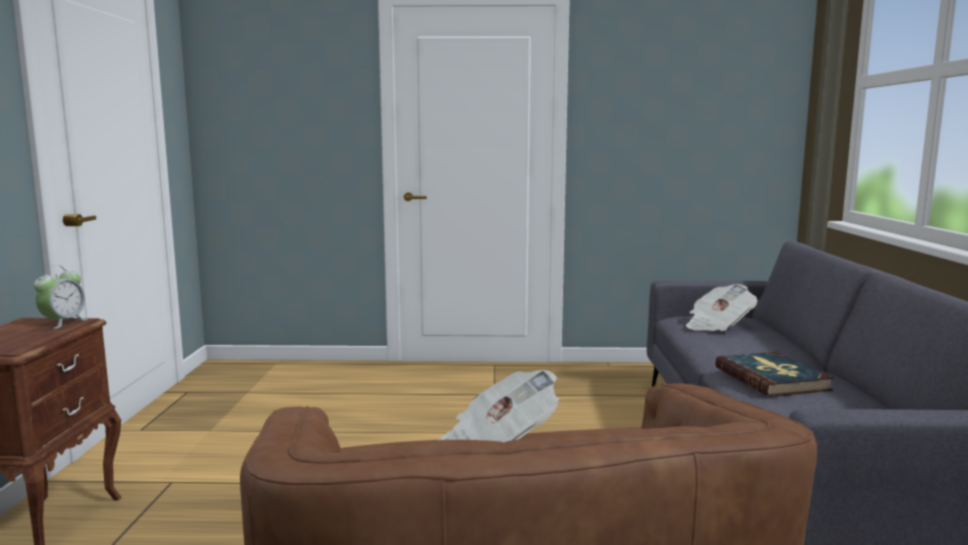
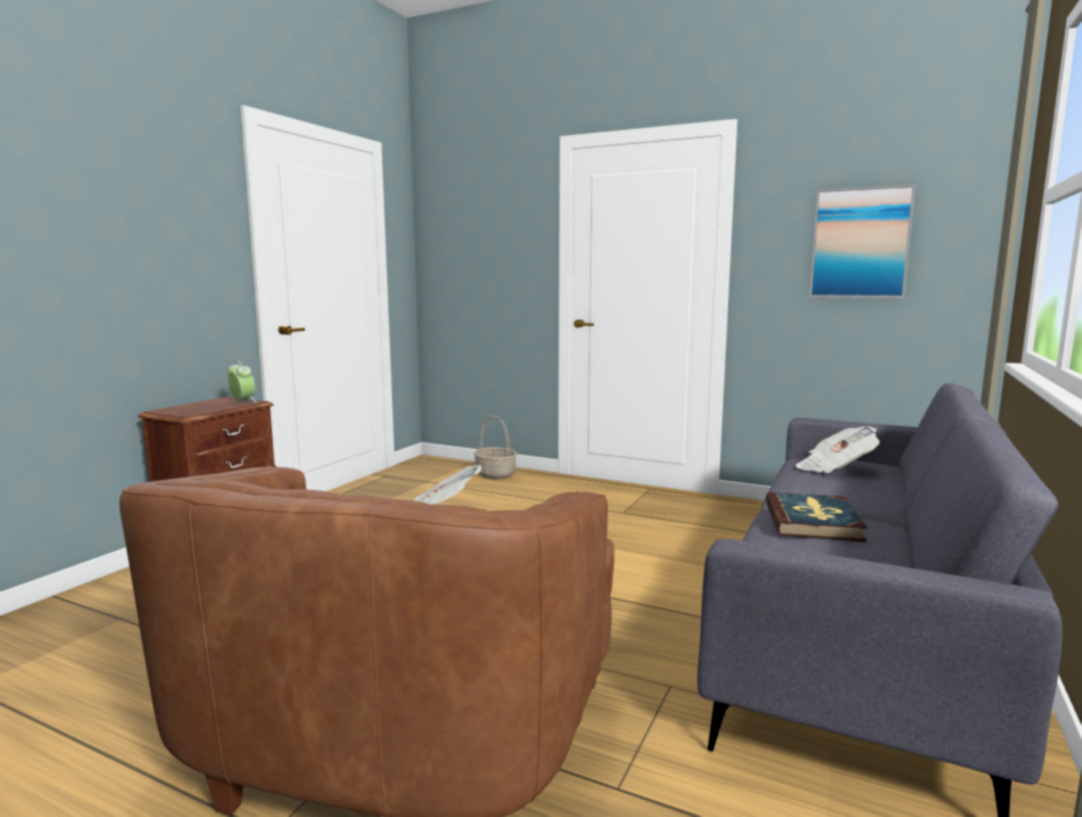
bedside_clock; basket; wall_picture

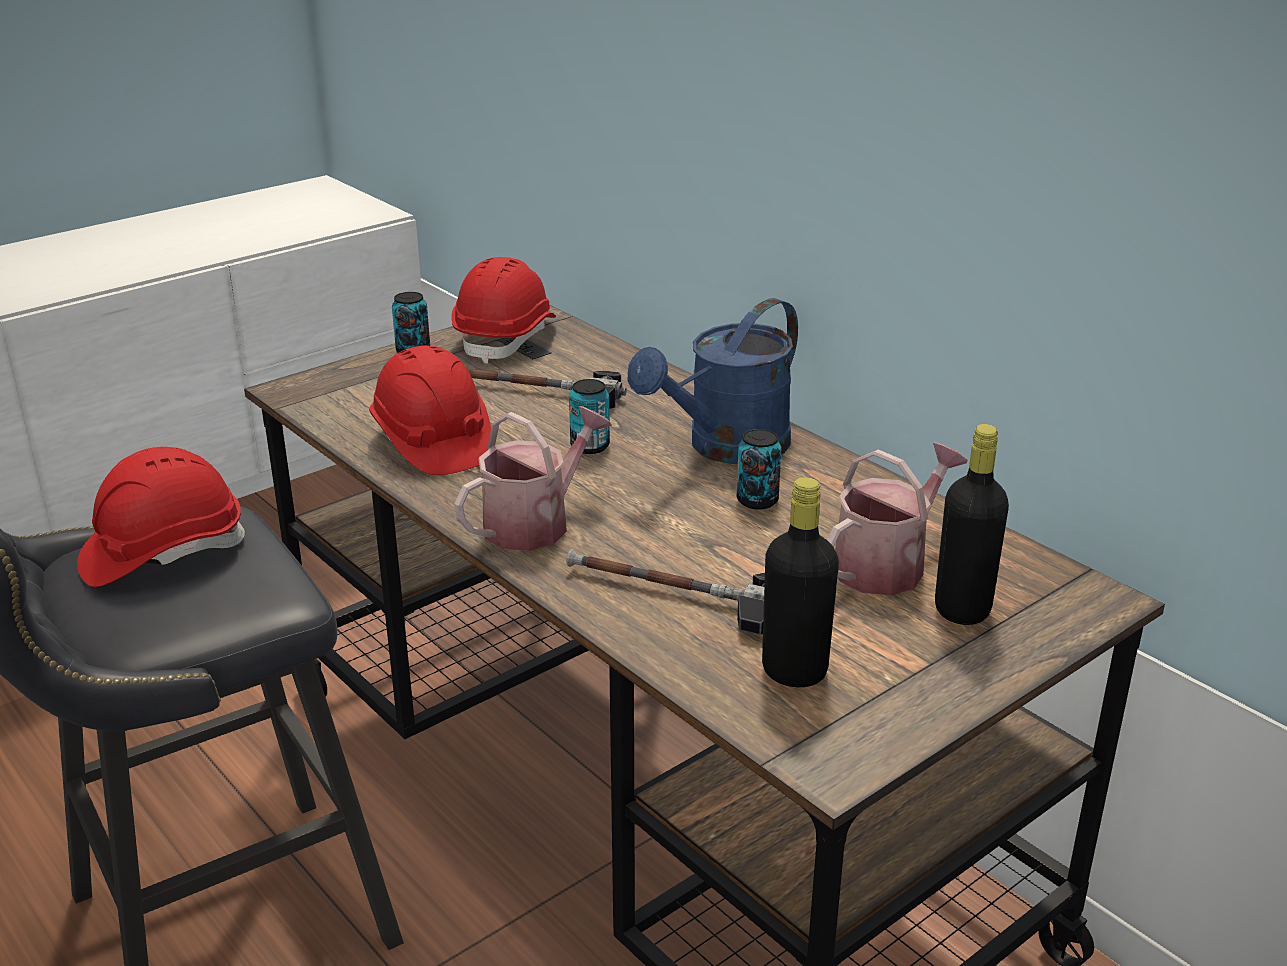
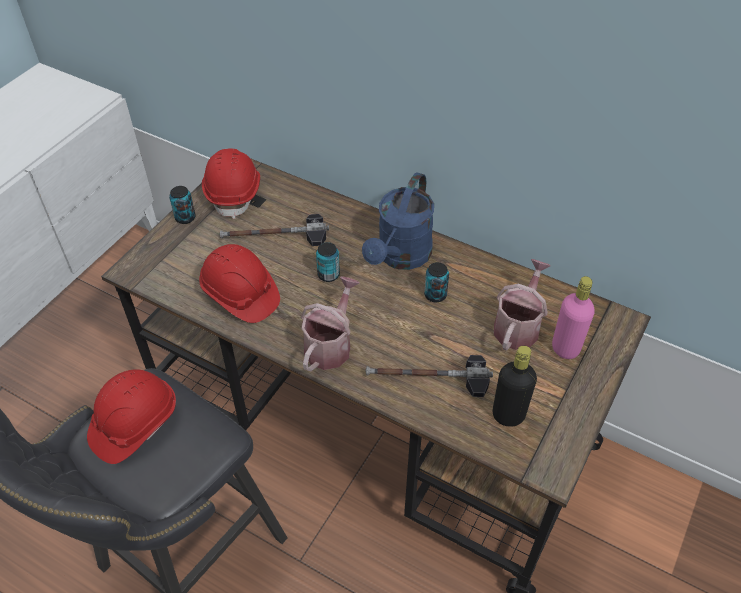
pink-coloured_drink_bottle

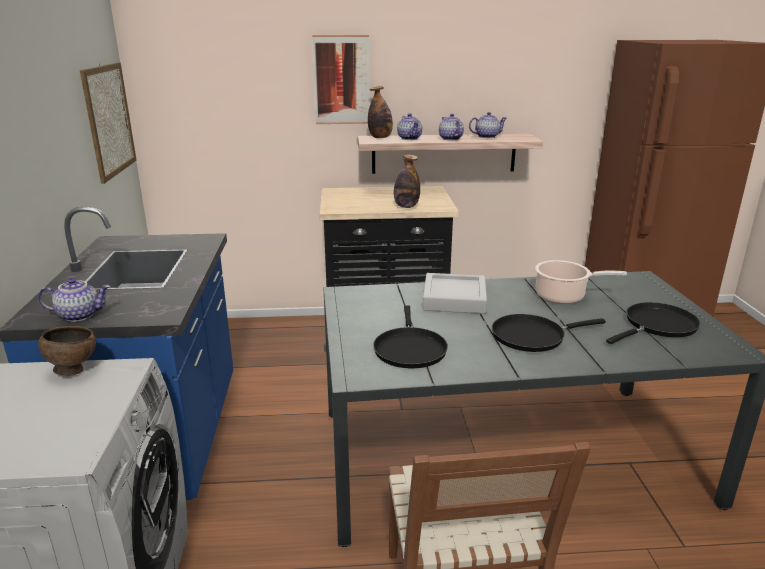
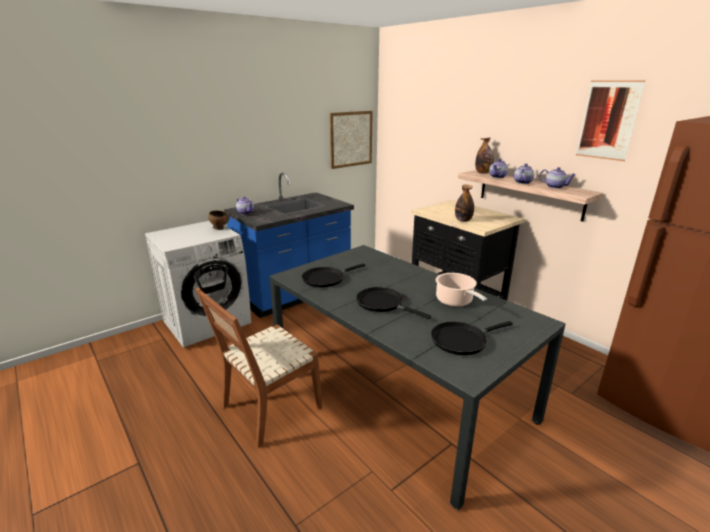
wall_picture (2nd from left); grey_tray; black-coloured_skillet (3rd from left)

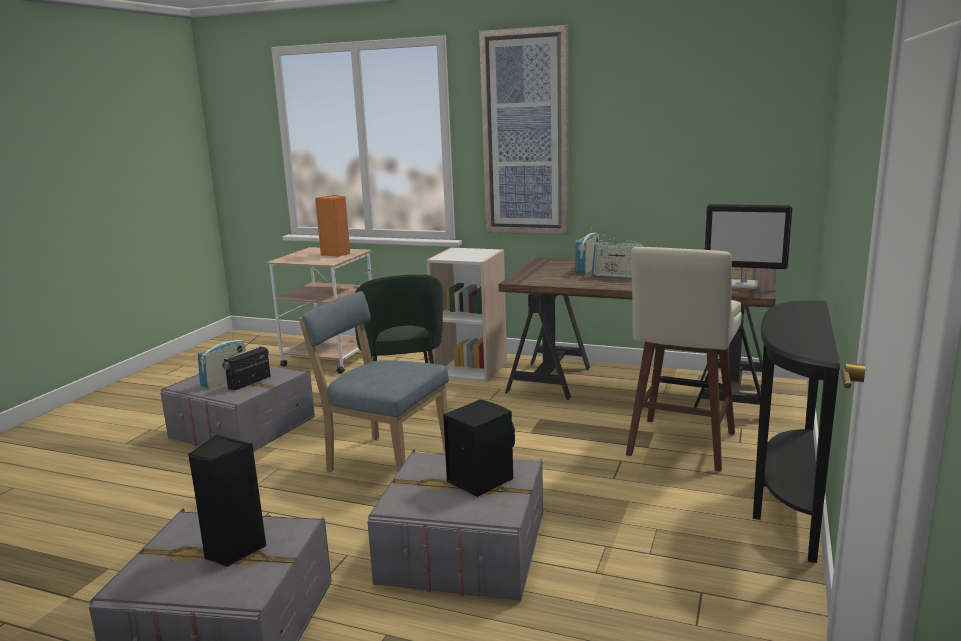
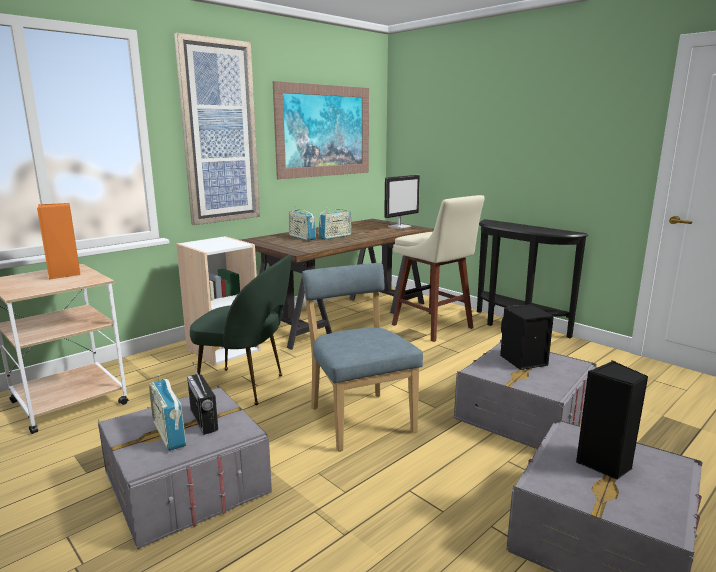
bluish_upright_chair; wall_picture (2nd from left)

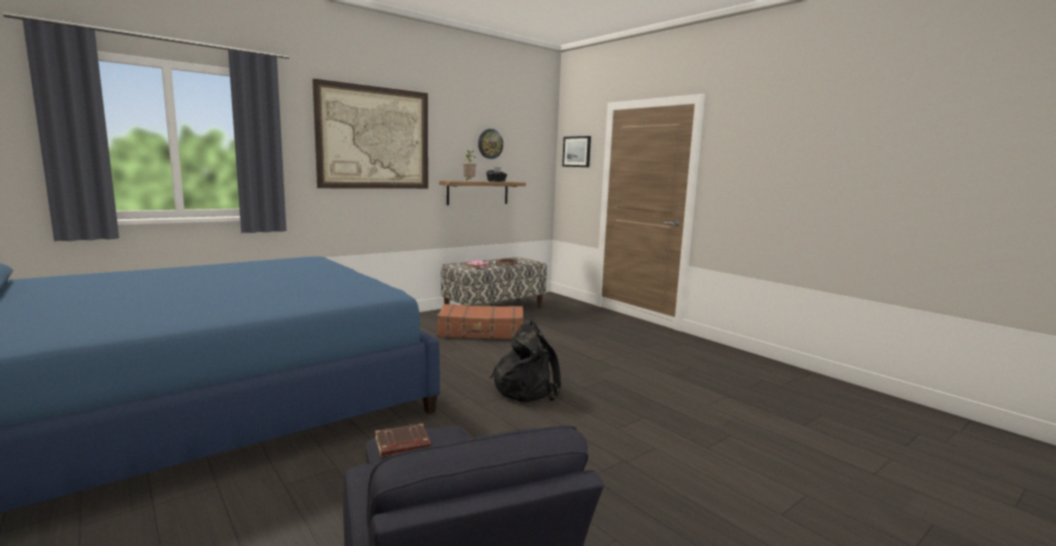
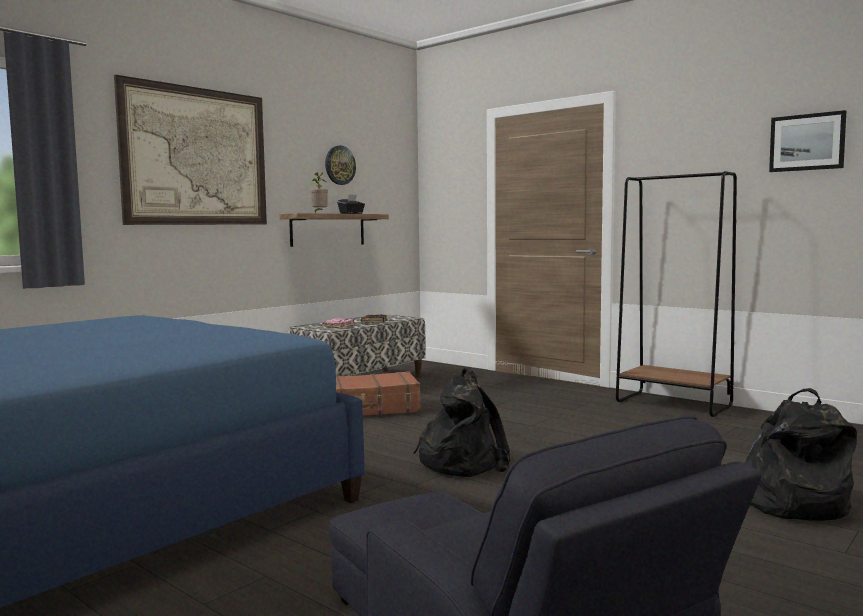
brown-coloured_book (1st from left in the first image); wall_picture (2nd from left); garment_stand; black-coloured_rucksack (2nd from left)

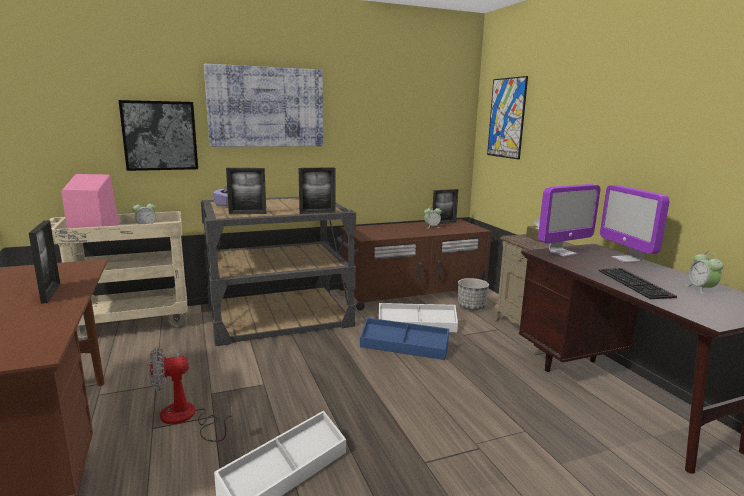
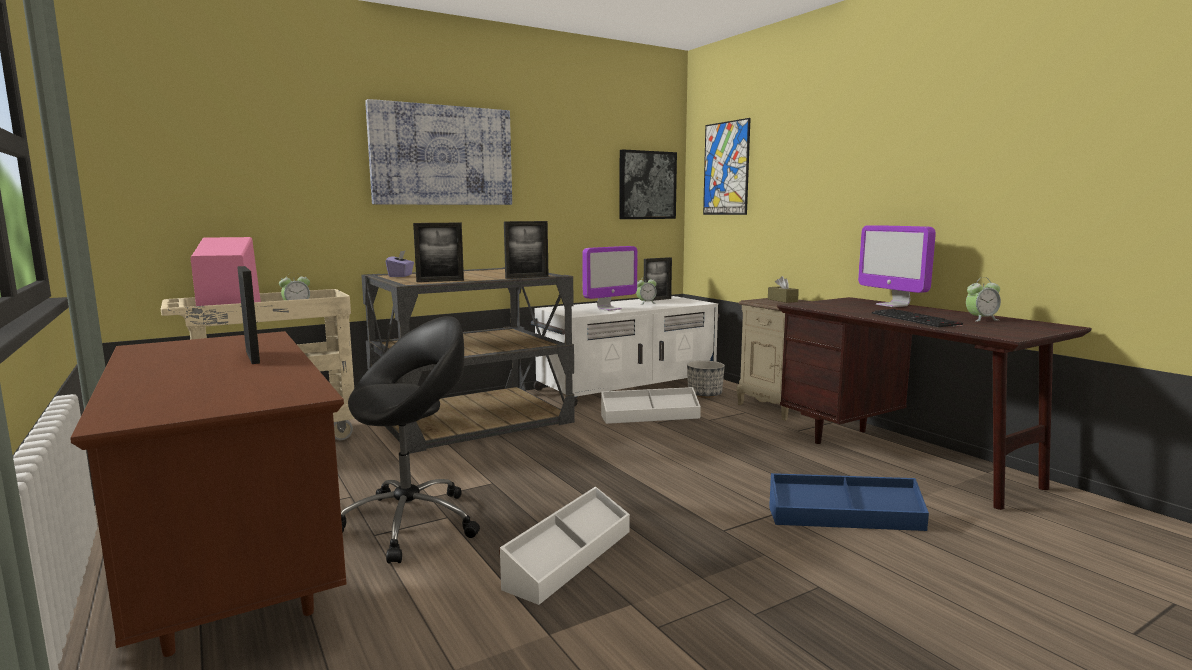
wall_picture (2nd from left); black-coloured_desk_chair; whitish_cabinet; bluish_storage_container; monitor (1st from left); bedside_clock (3rd from left)

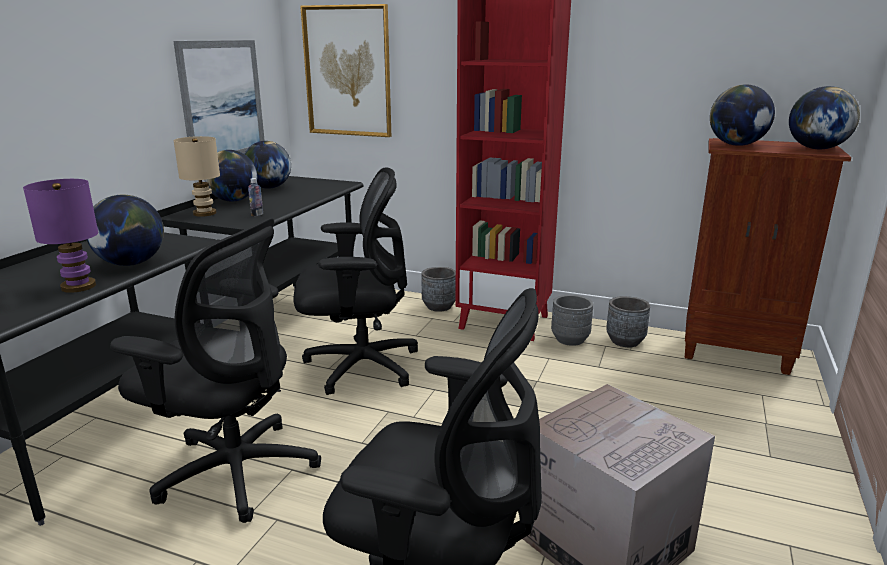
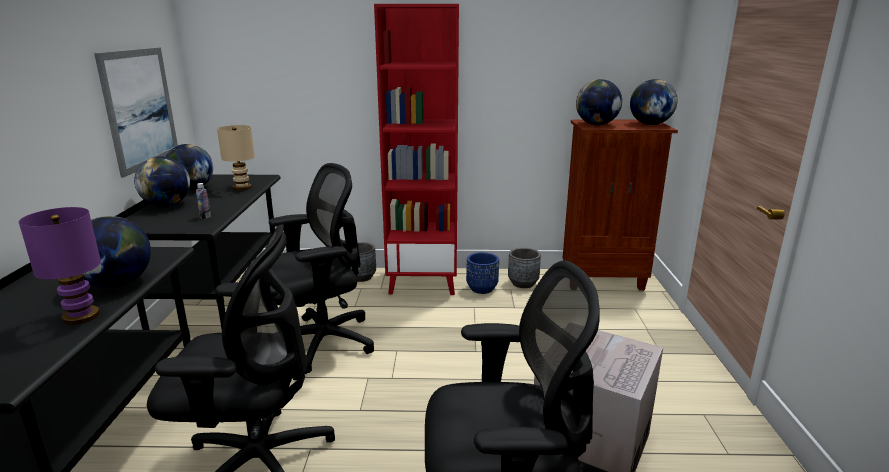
beige-coloured_tabletop_lamp; wall_picture (2nd from left in the first image); bluish_plant_pot

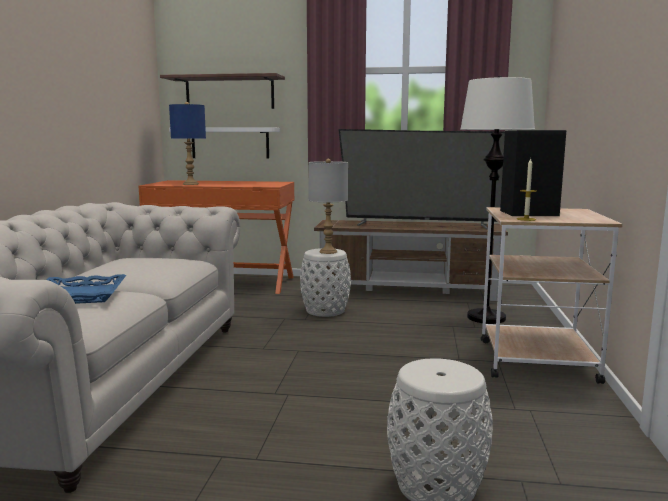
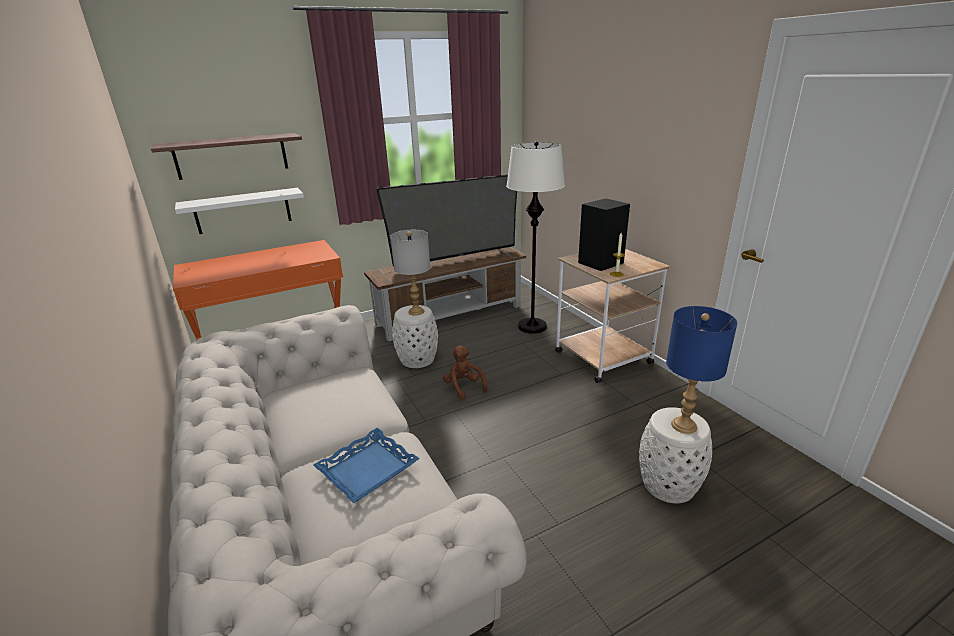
bluish_tabletop_lamp; brown-coloured_plush_toy

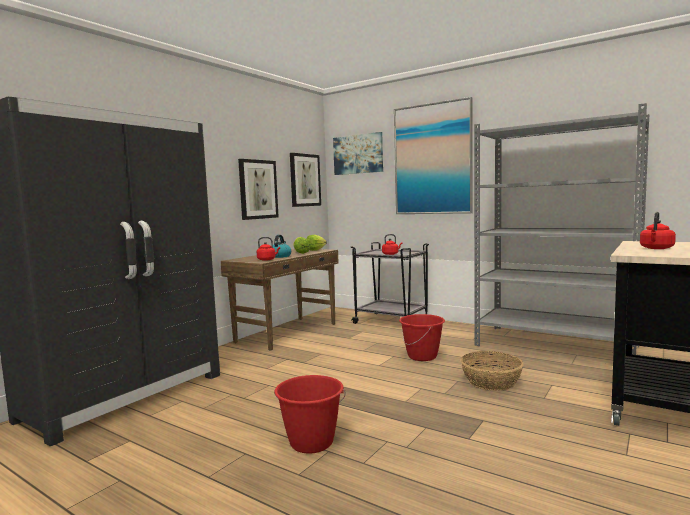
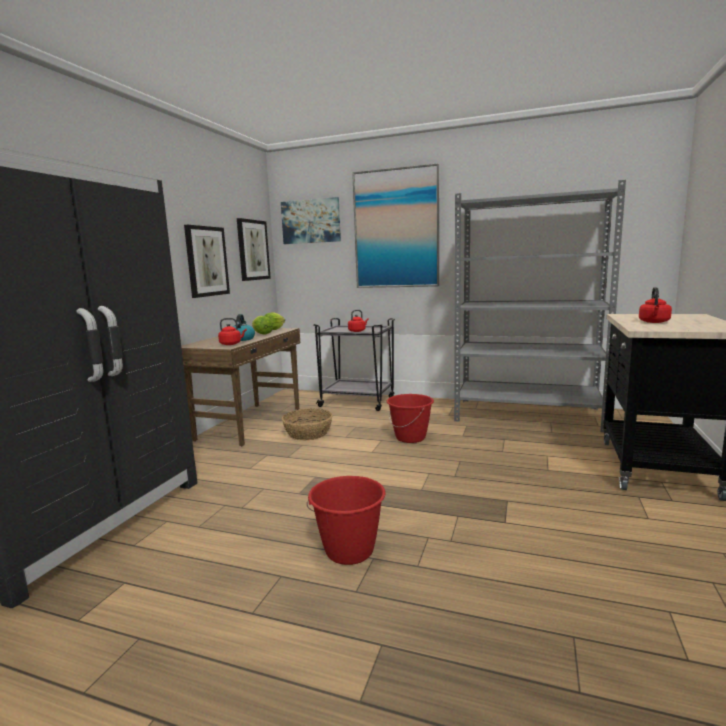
basket

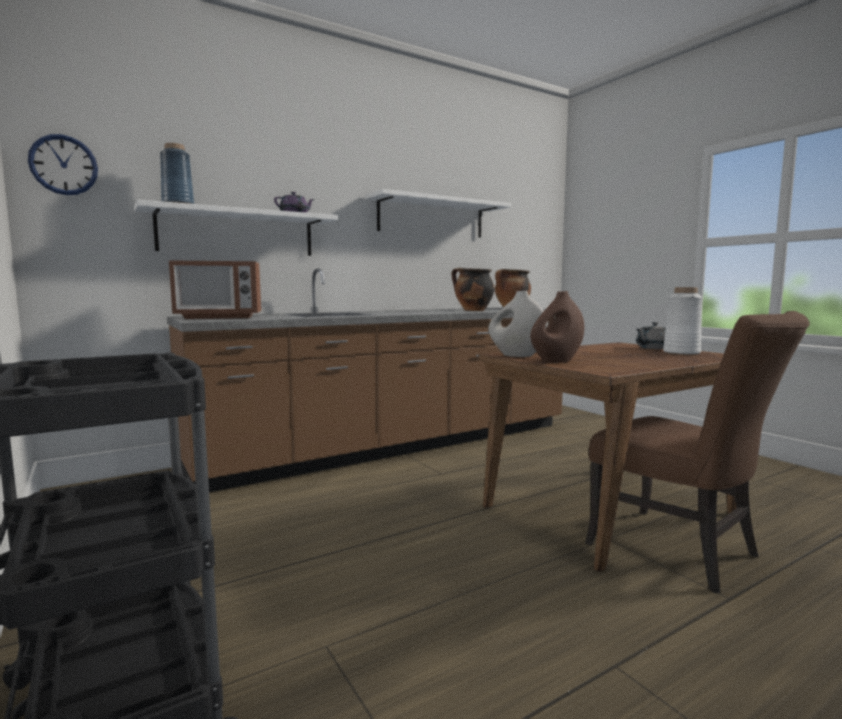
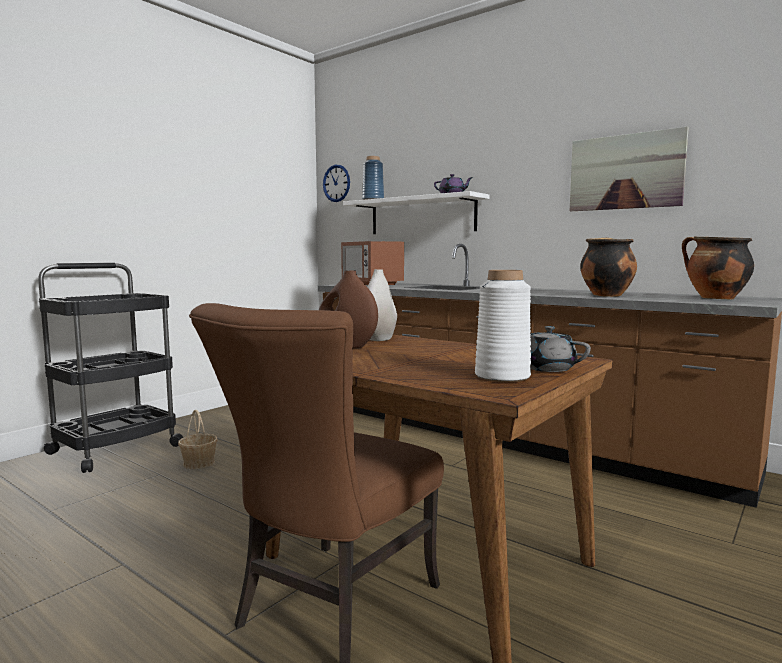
wall_picture; basket

